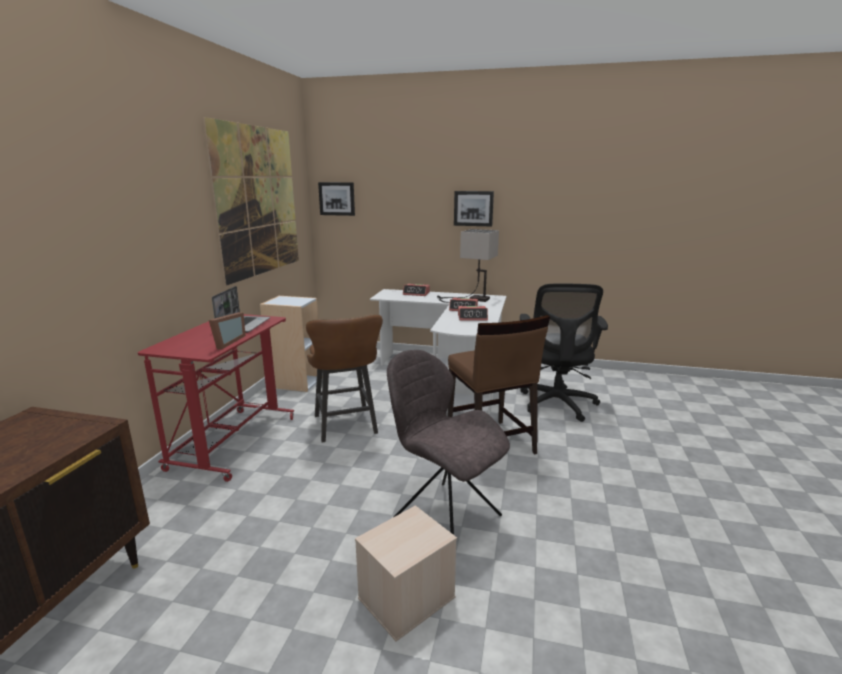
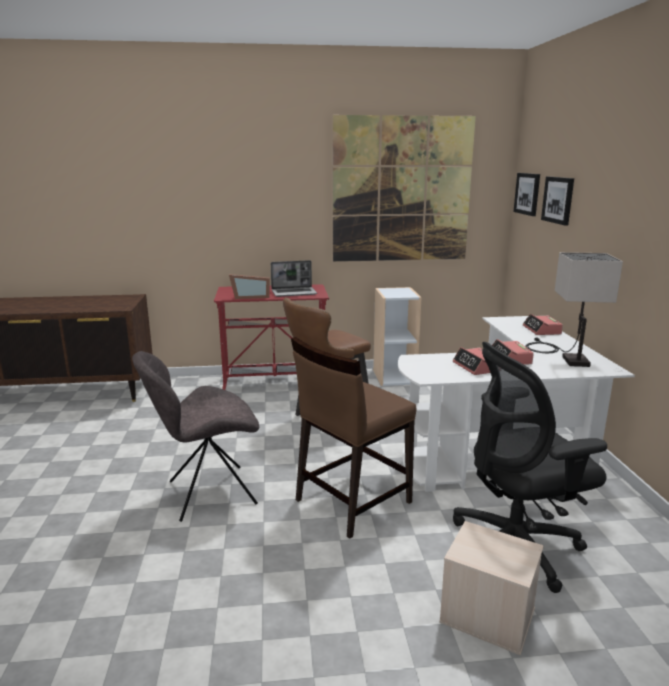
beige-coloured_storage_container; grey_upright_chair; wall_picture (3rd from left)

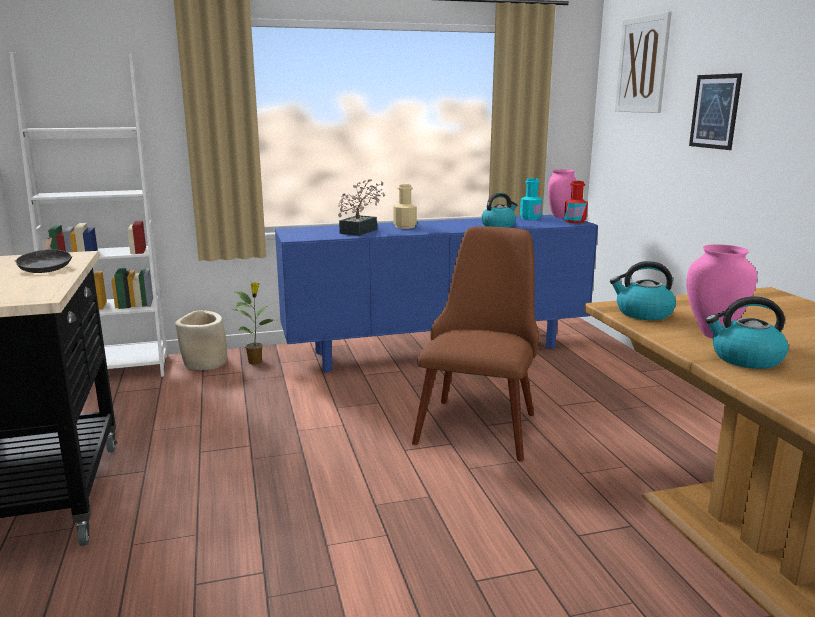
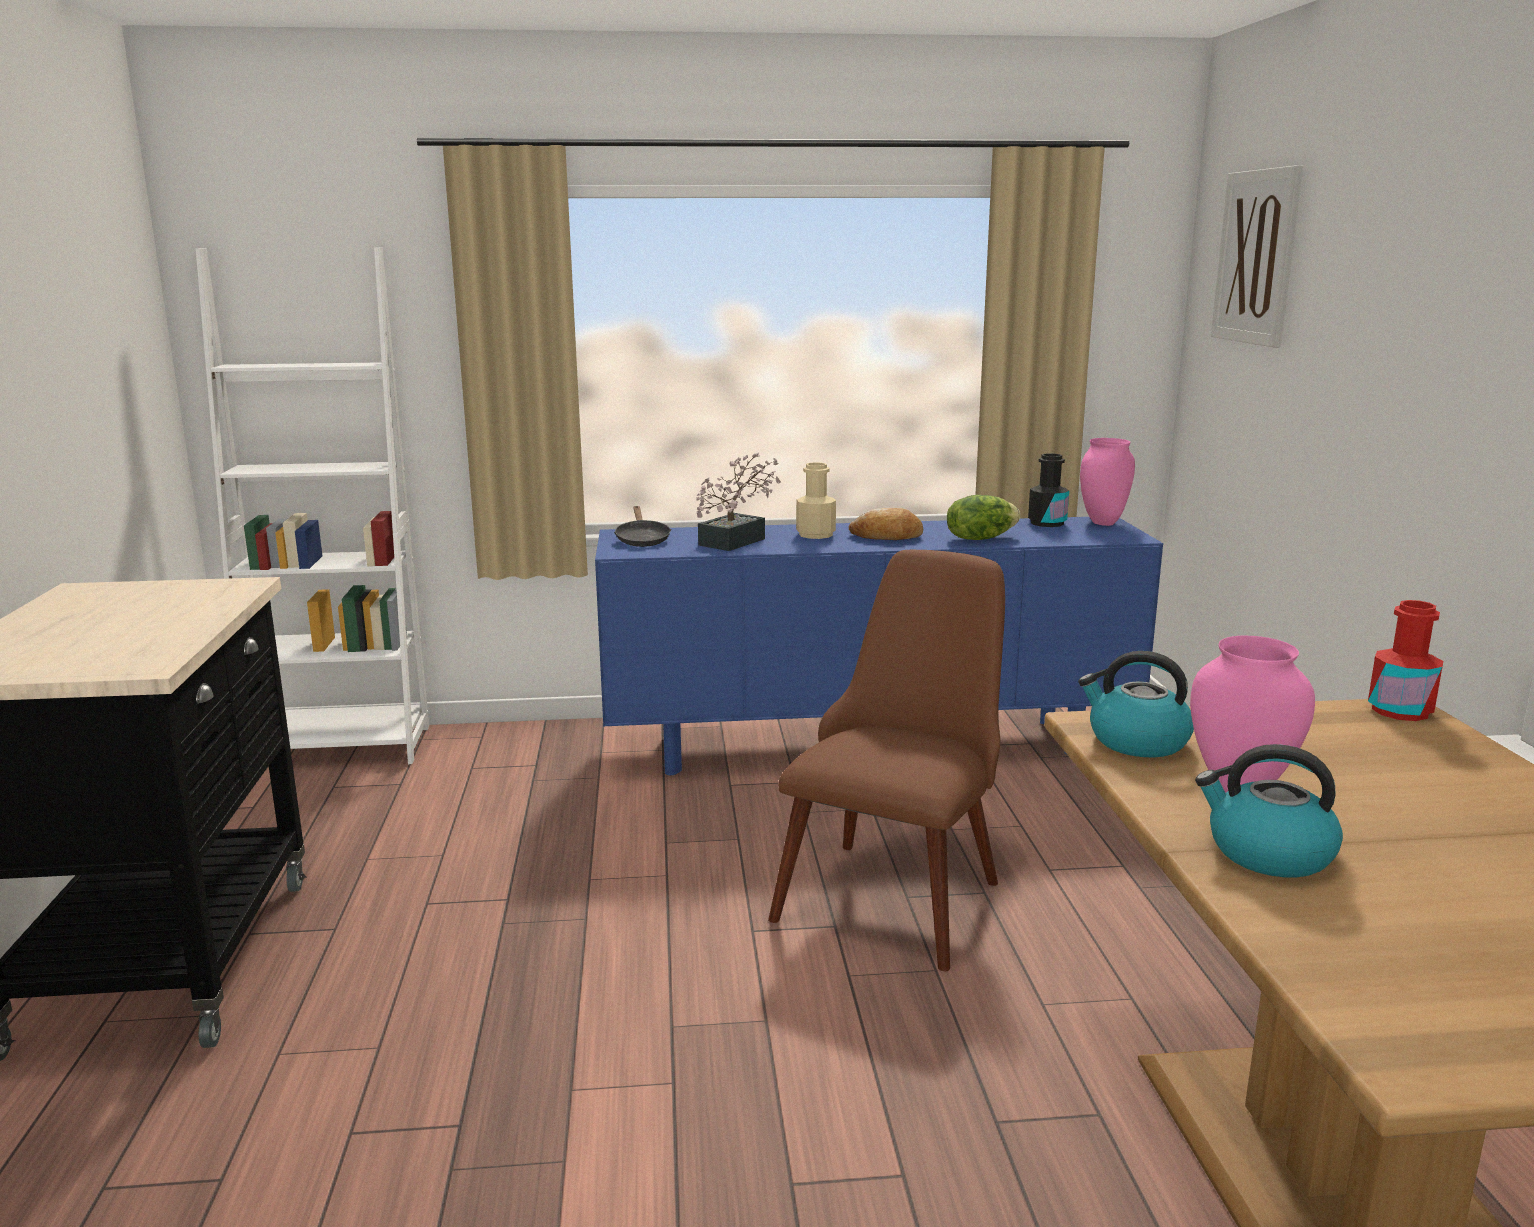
black-coloured_skillet; beige-coloured_plant_pot; potted_plant (1st from left in the first image); lettuce; black-coloured_drink_bottle; red-coloured_drink_bottle; wall_picture (2nd from left in the first image); bakery_bread

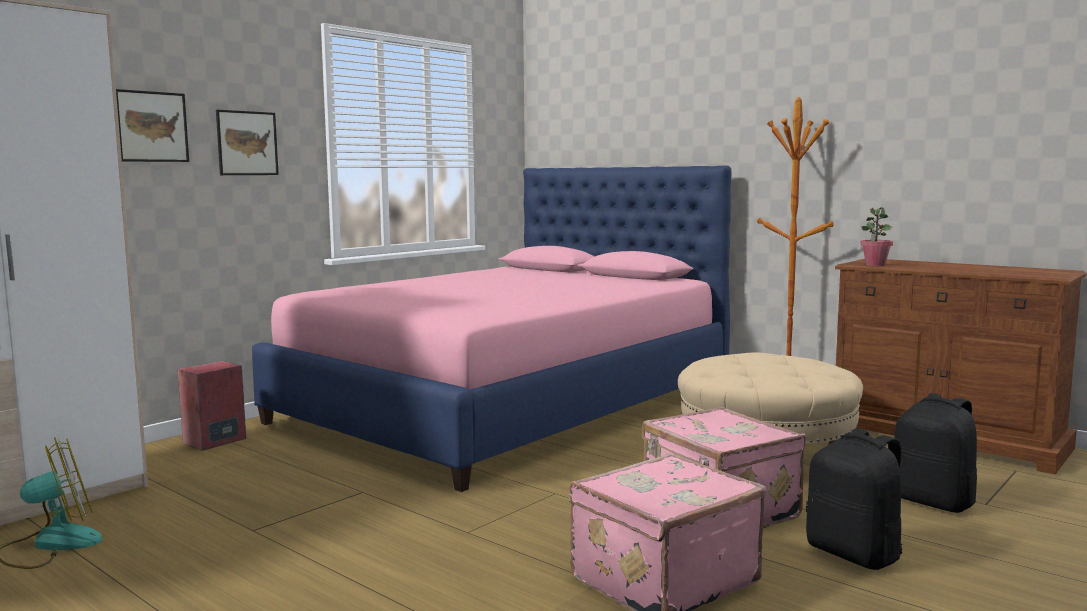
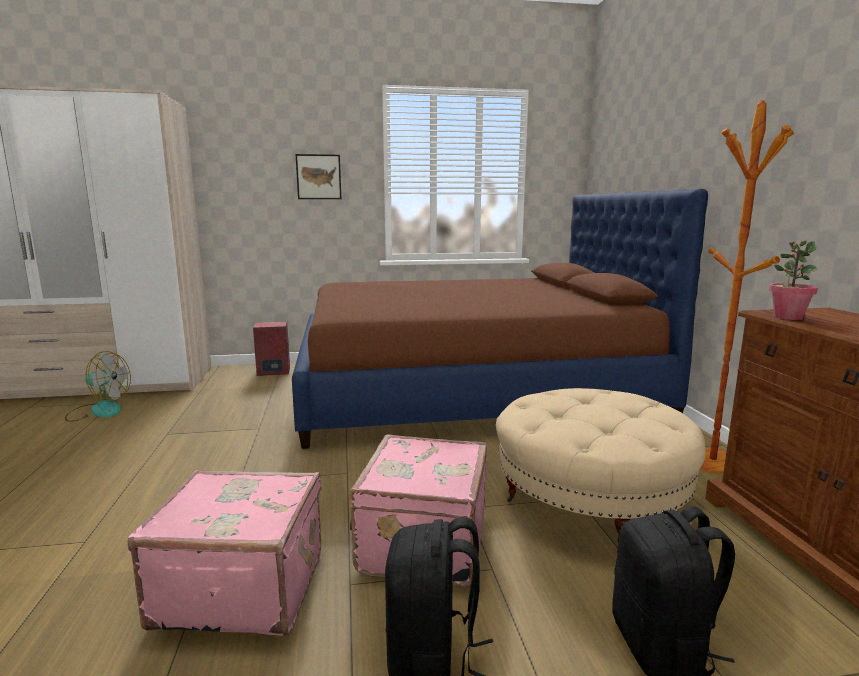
wall_picture (1st from left in the first image); brown-coloured_bedroom_bed

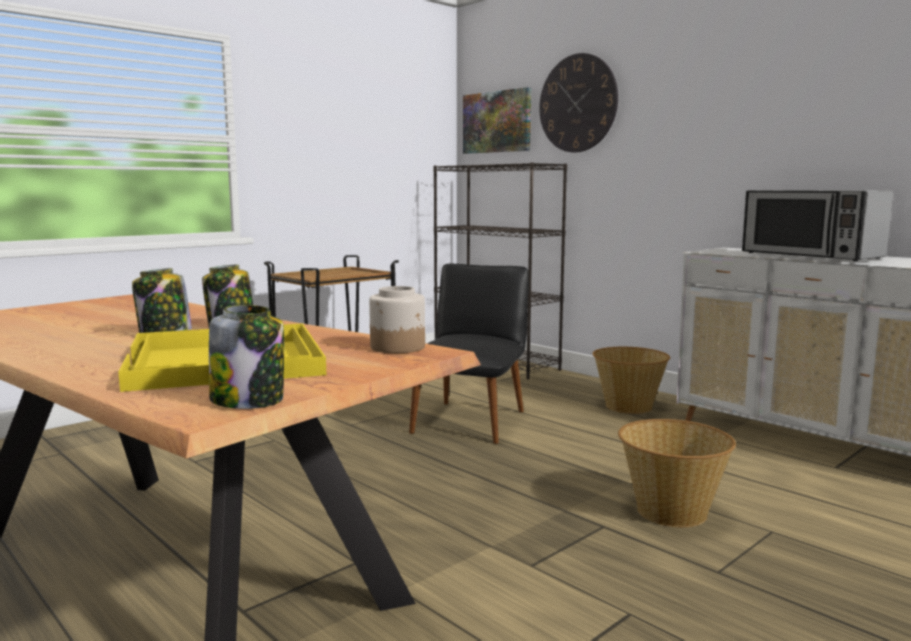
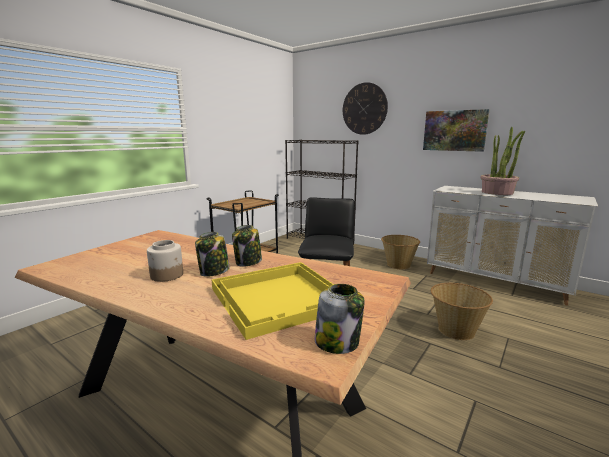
storage_jar (1st from left); wall_picture; potted_plant

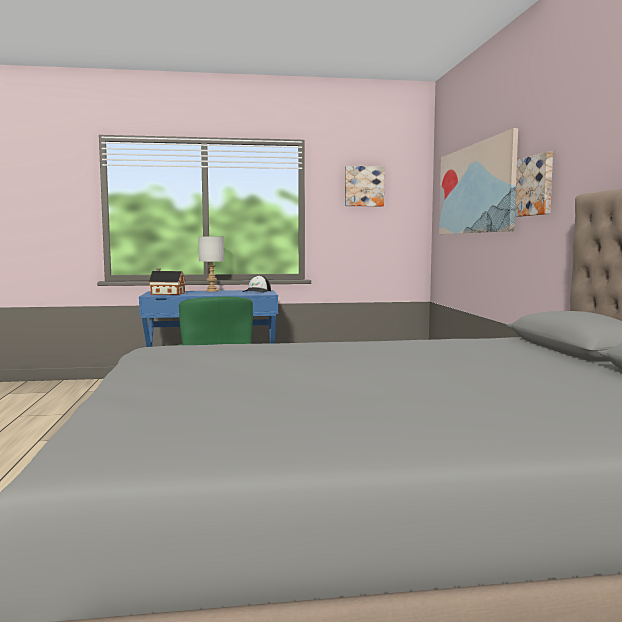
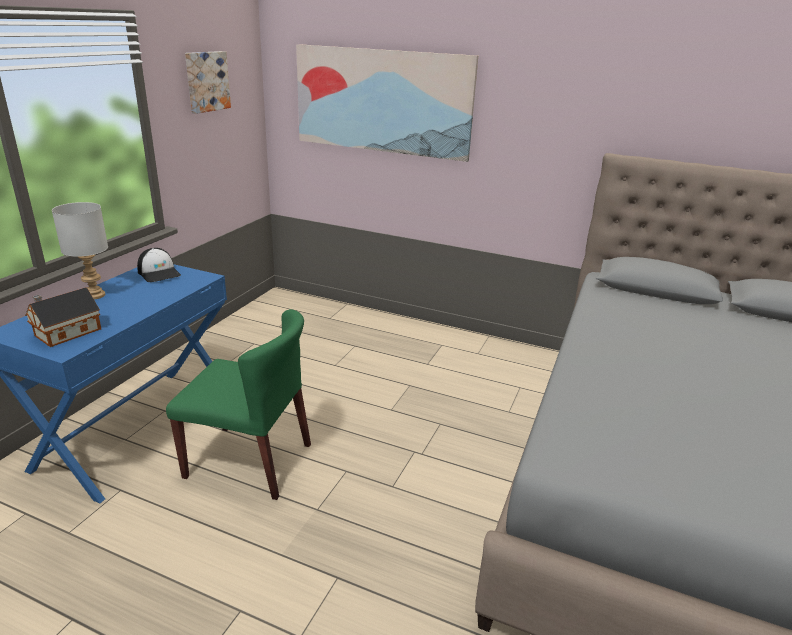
wall_picture (3rd from left in the first image)

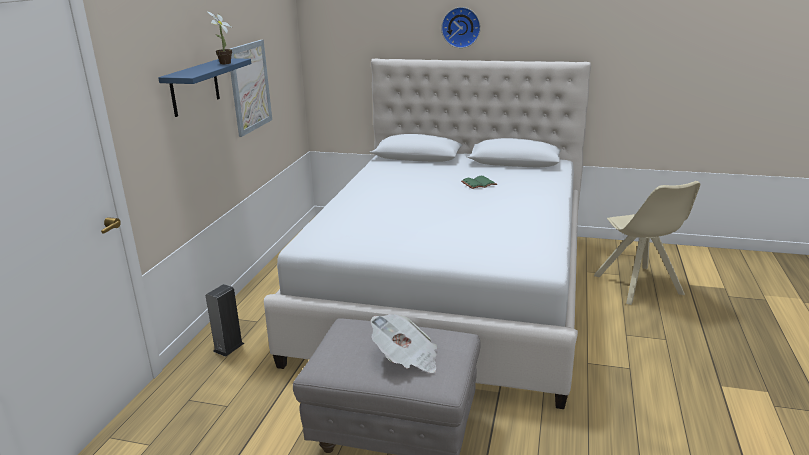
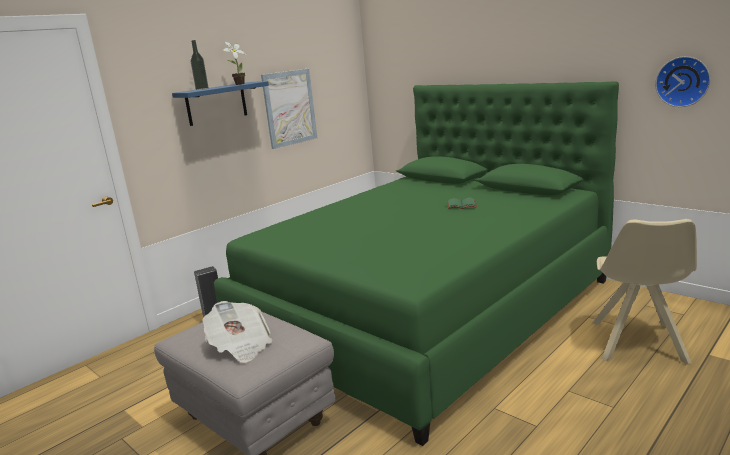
greenish_bedroom_bed; hanging_clock; drink_bottle

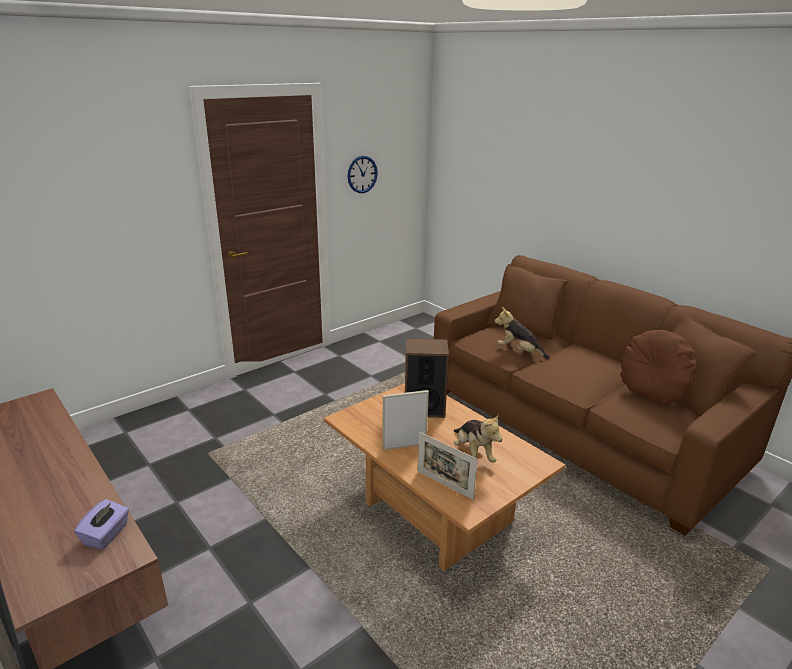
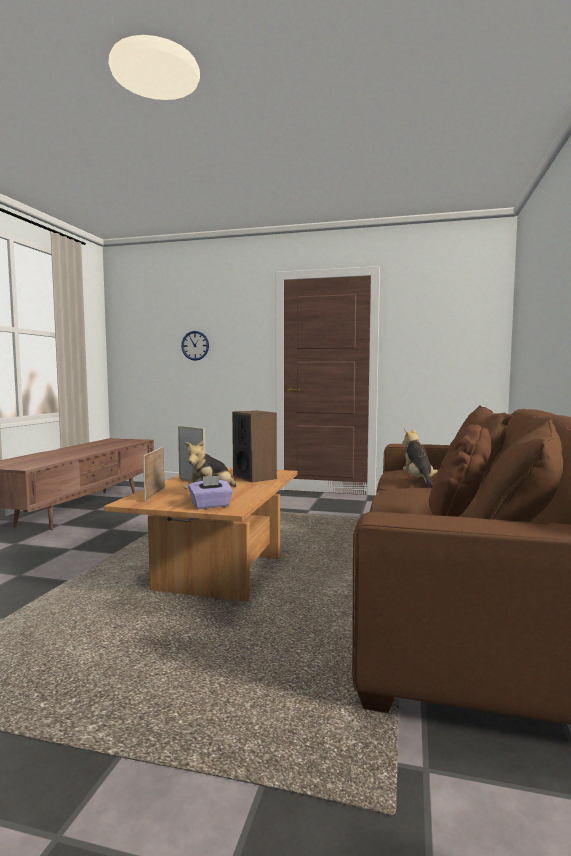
purple_tissue_holder; hanging_clock

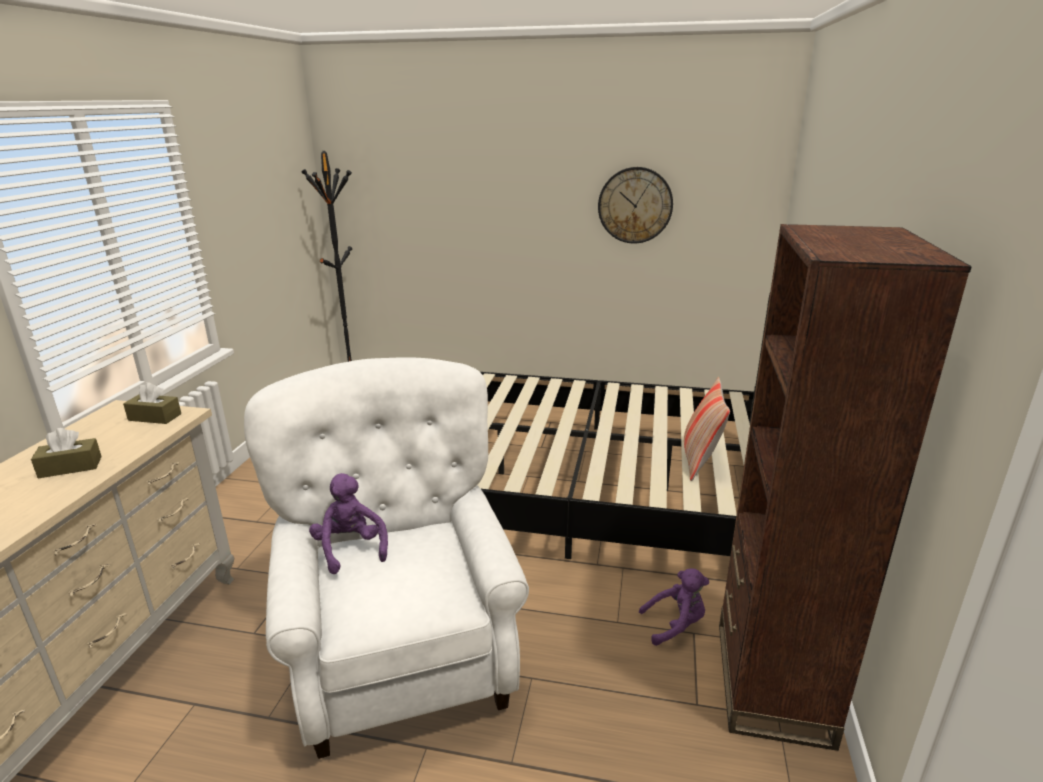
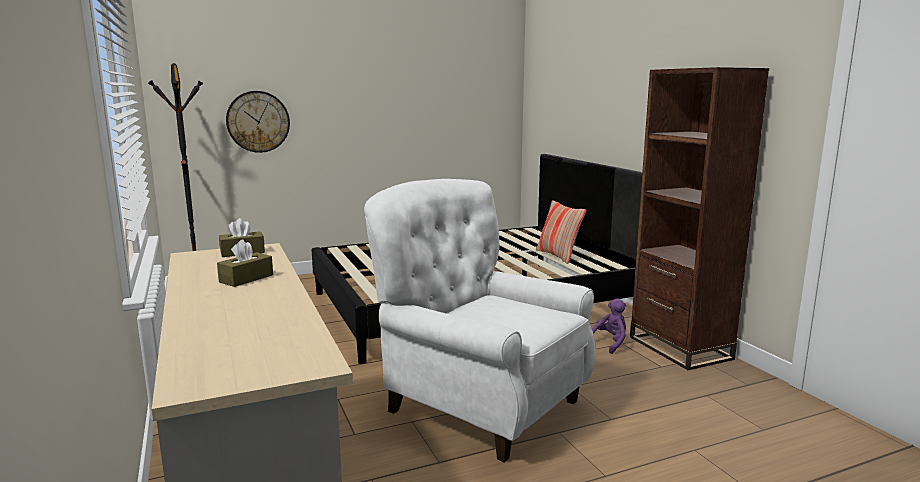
purple_plush_toy (1st from left in the first image); hanging_clock

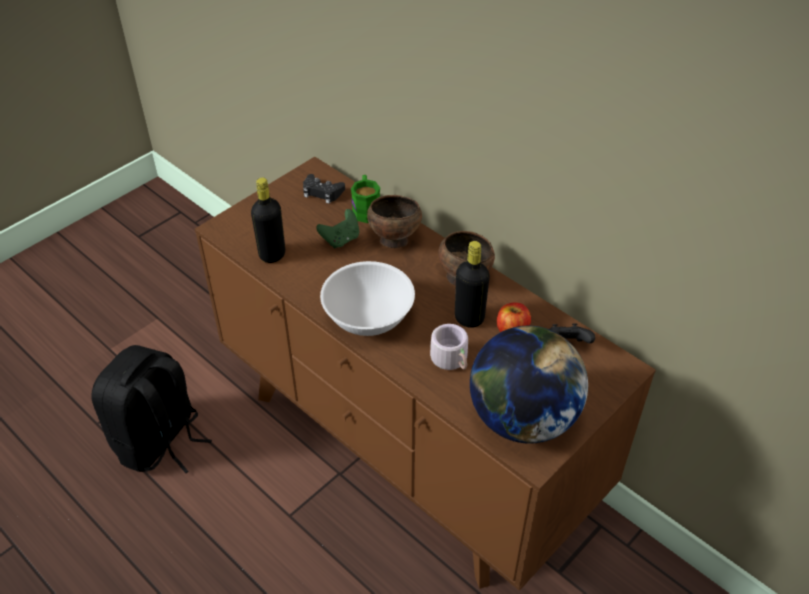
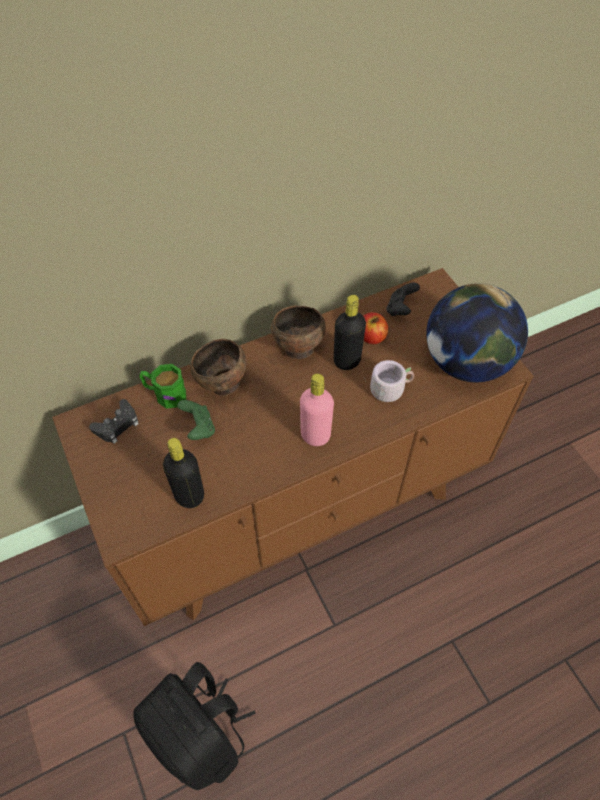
pink-coloured_drink_bottle

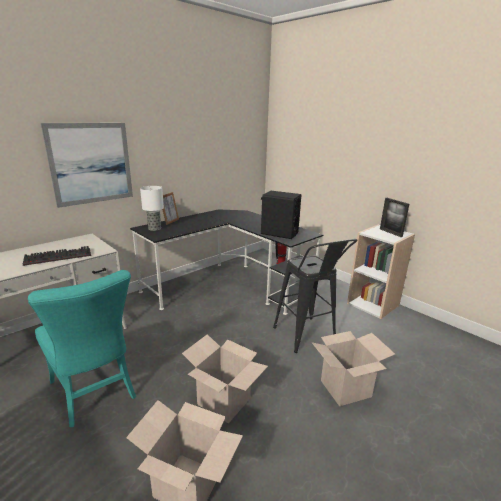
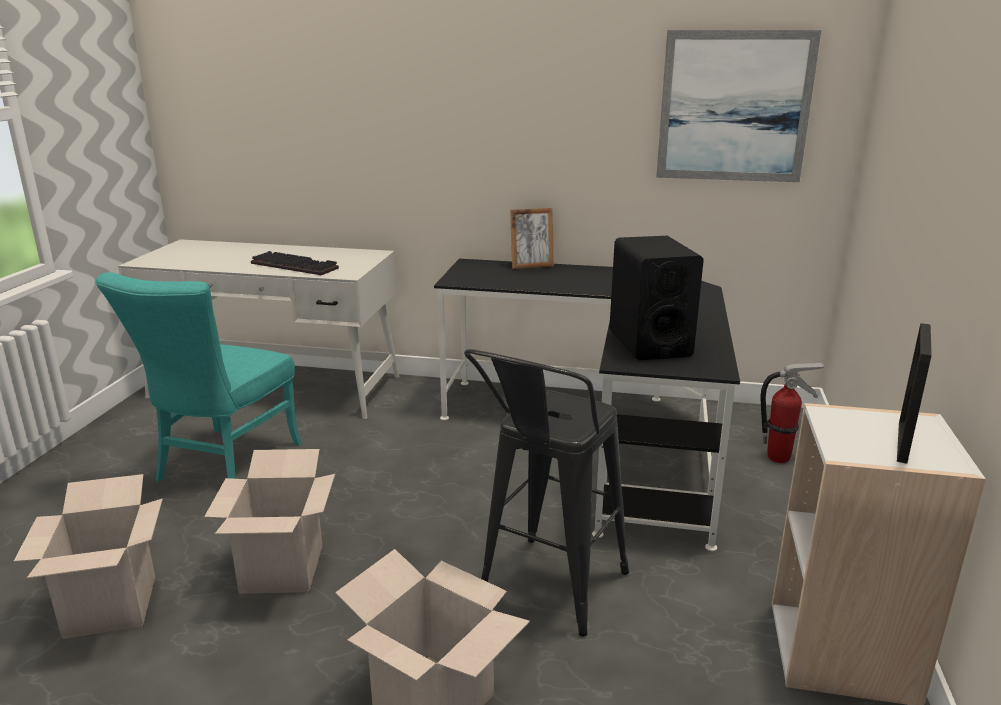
wall_picture; tabletop_lamp

